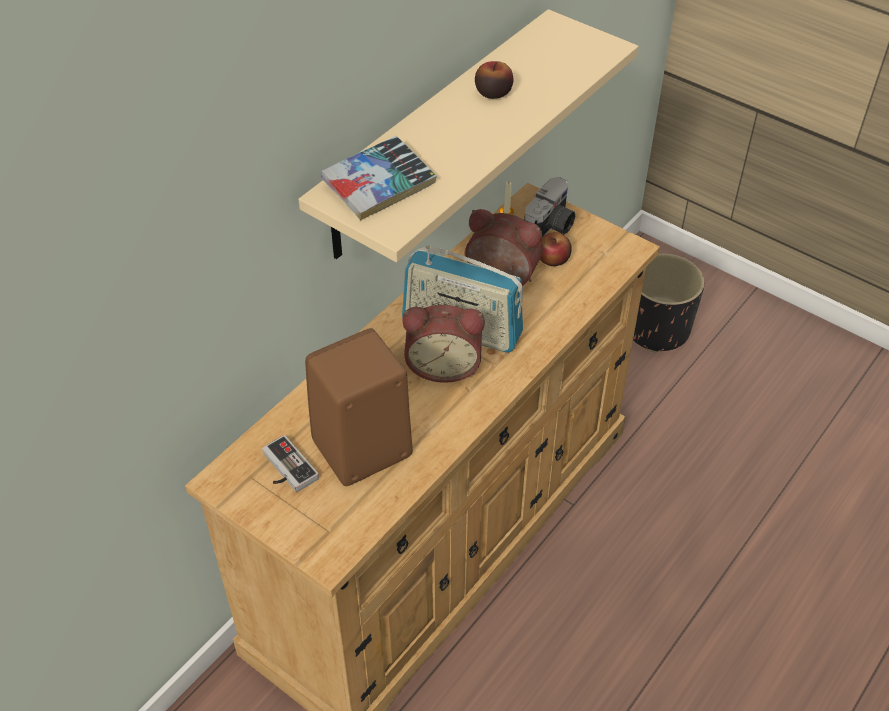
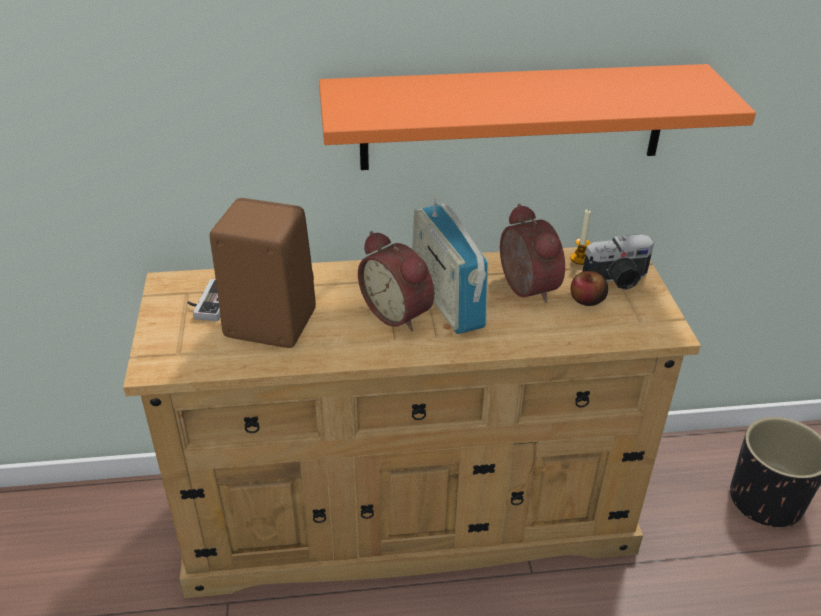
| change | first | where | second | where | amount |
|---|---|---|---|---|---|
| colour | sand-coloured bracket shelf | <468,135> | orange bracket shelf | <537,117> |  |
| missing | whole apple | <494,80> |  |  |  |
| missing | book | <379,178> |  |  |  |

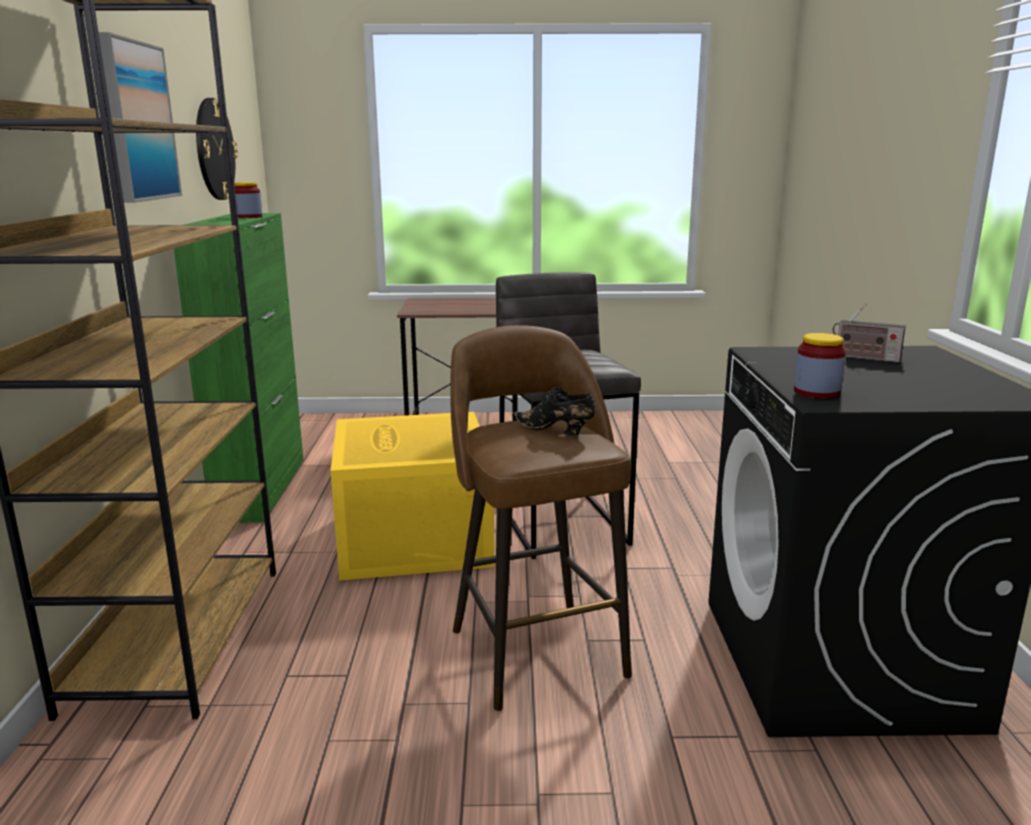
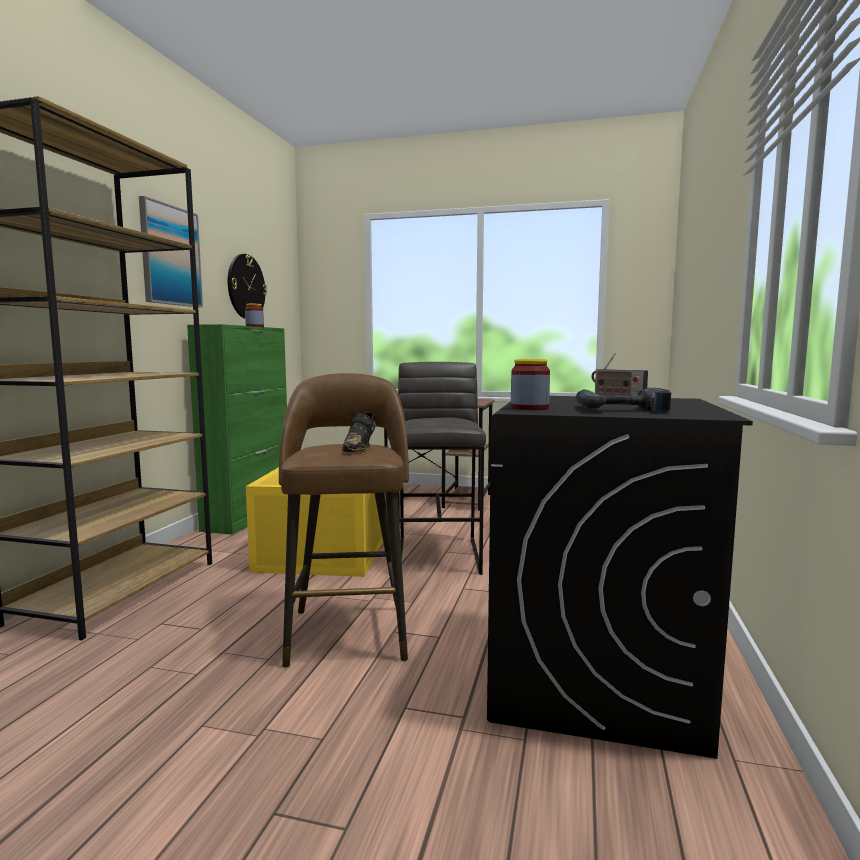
| change | first | where | second | where | amount |
|---|---|---|---|---|---|
| spun | black-coloured item of footwear | <554,411> |  | <359,432> | 120 degrees counterclockwise |
| appeared |  |  | power drill | <623,400> |  |

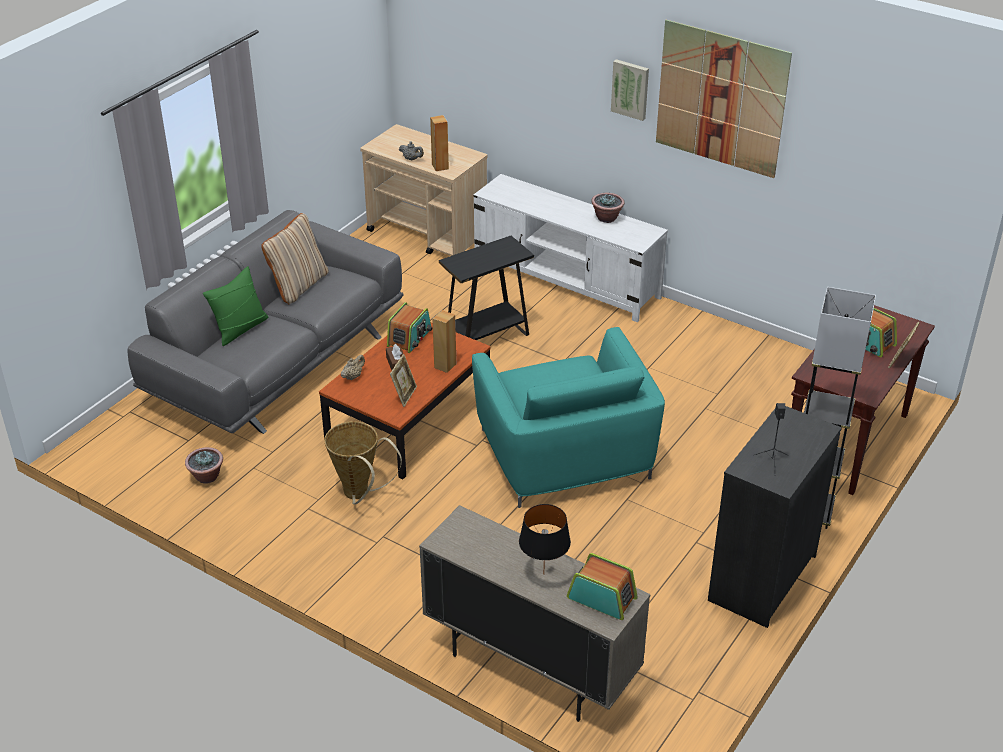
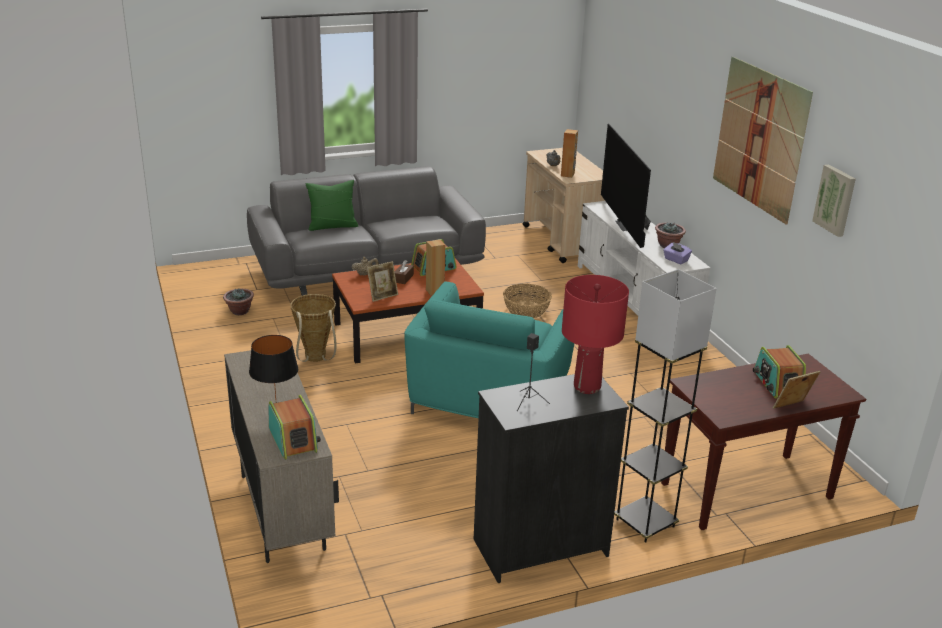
| change | first | where | second | where | amount |
|---|---|---|---|---|---|
| relocated | picture | <630,90> |  | <834,200> |  |
| missing | sand-coloured pillow | <295,258> |  |  |  |
| exchanged | black-coloured accent table | <486,288> | household basket | <527,301> |  |
| appeared |  |  | television | <626,185> |  |
| appeared |  |  | purplish box of tissues | <677,253> |  |
| appeared |  |  | reddish tabletop lamp | <595,334> |  |

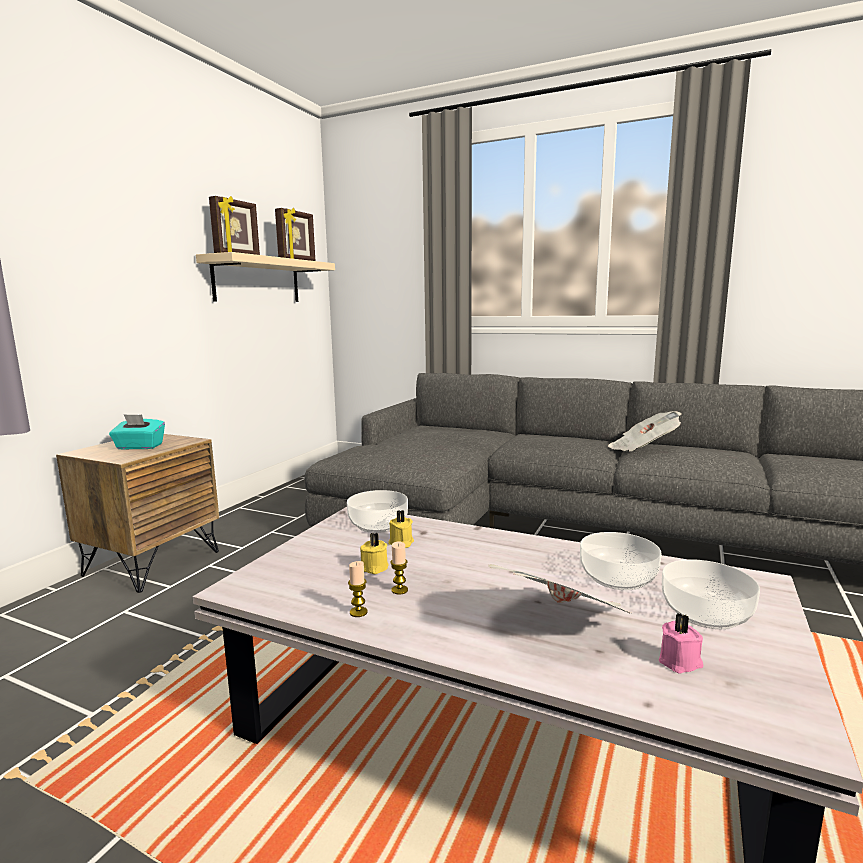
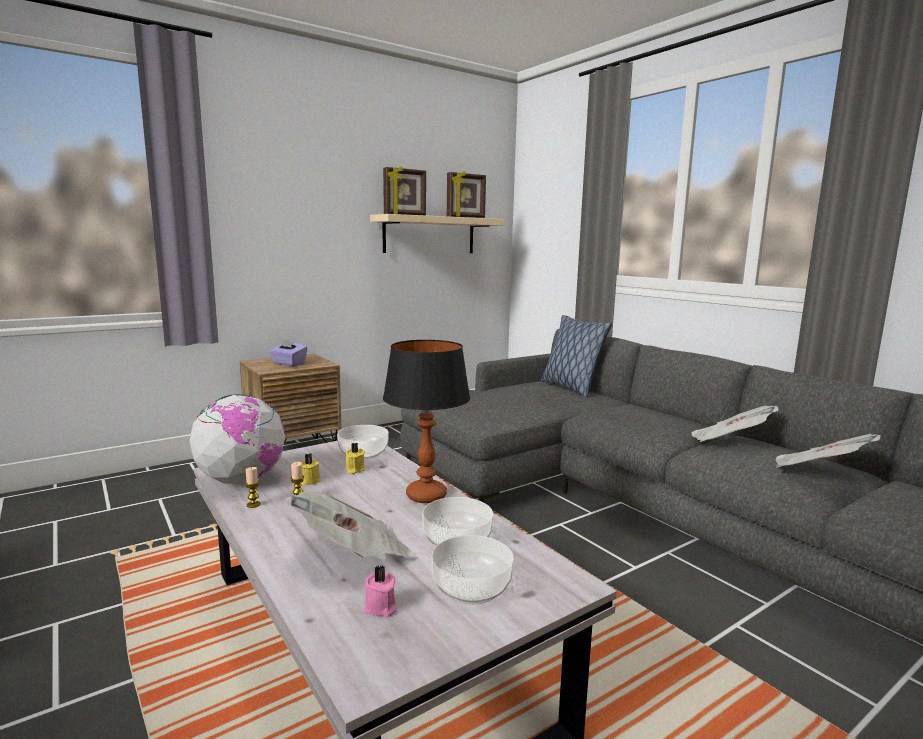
| change | first | where | second | where | amount |
|---|---|---|---|---|---|
| colour | blue-green box of tissues | <137,432> | purplish box of tissues | <288,352> |  |
| appeared |  |  | pillow | <576,356> |  |
| appeared |  |  | tabletop lamp | <426,421> |  |
| appeared |  |  | desk globe | <237,439> |  |
| appeared |  |  | newspaper | <828,450> |  |

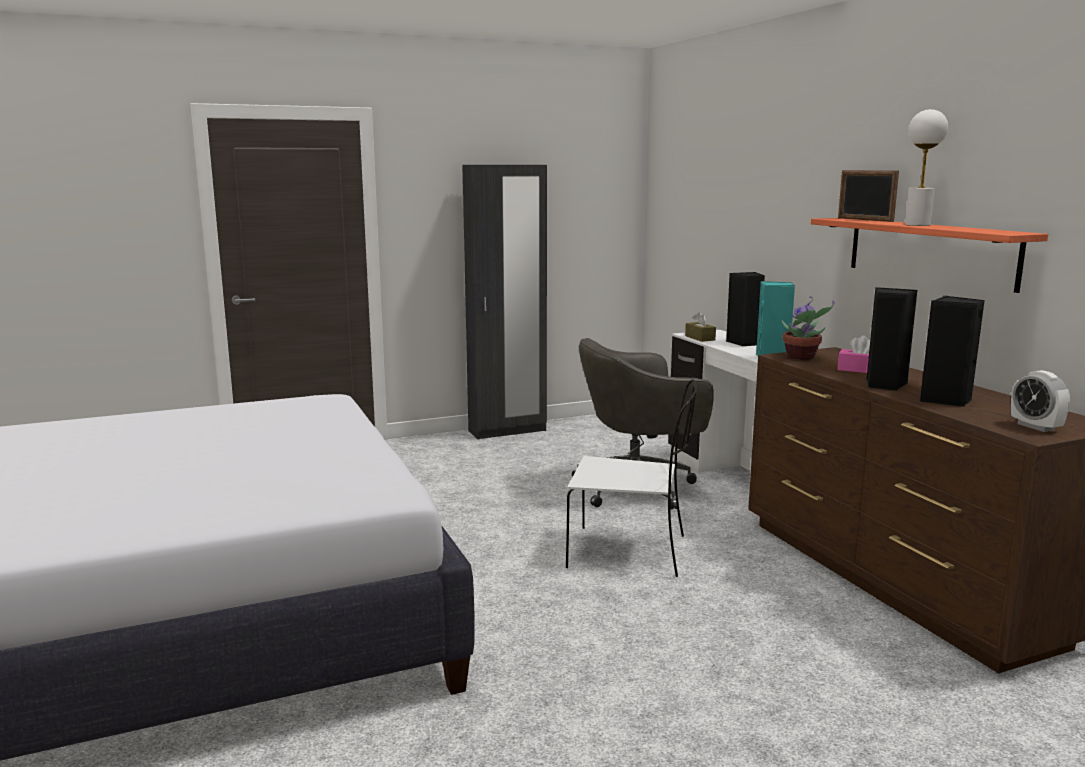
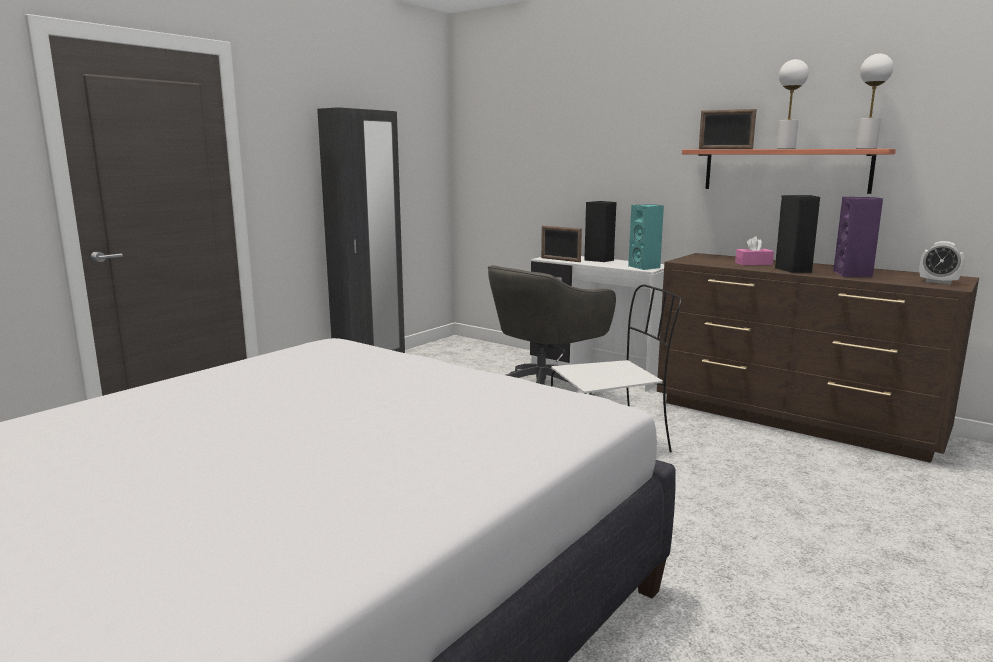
| change | first | where | second | where | amount |
|---|---|---|---|---|---|
| missing | plant in a pot | <808,328> |  |  |  |
| colour | black-coloured audio speaker | <952,351> | purplish audio speaker | <858,237> |  |
| exchanged | brown-coloured box of tissues | <700,327> | picture frame | <561,244> |  |
| appeared |  |  | white-coloured tabletop lamp | <874,101> |  |

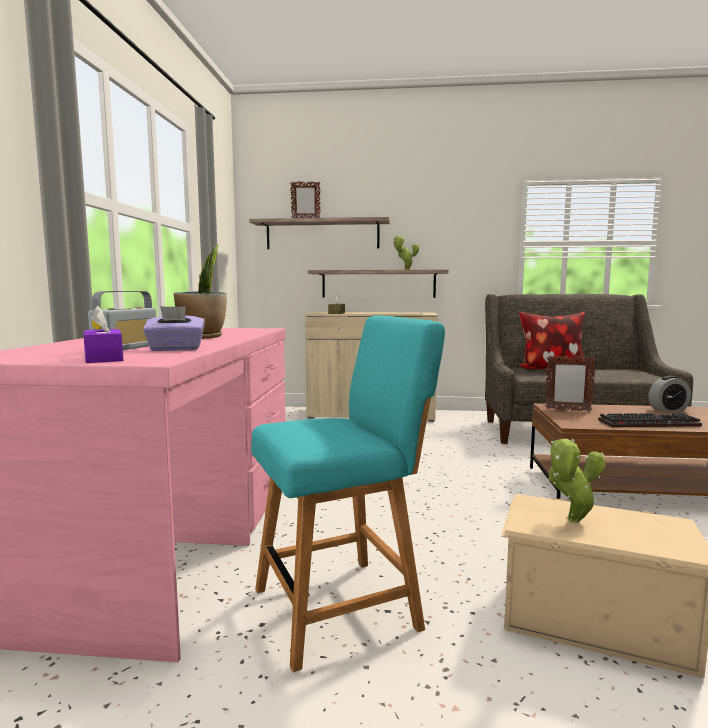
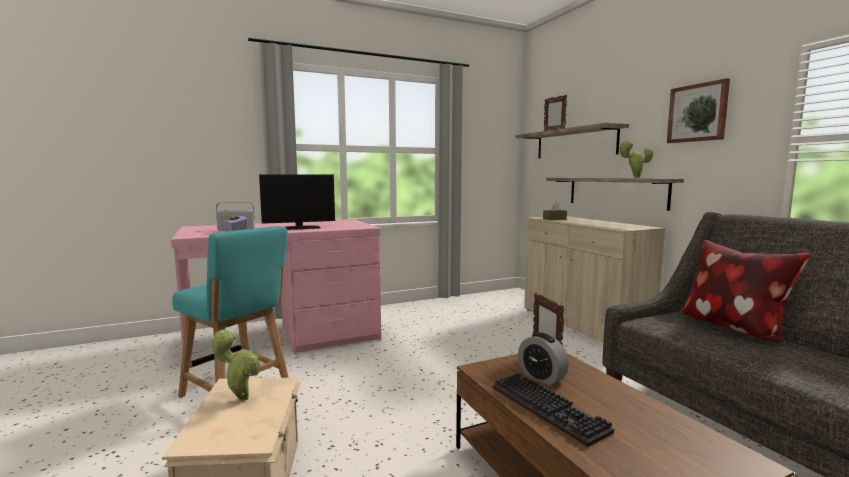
| change | first | where | second | where | amount |
|---|---|---|---|---|---|
| exchanged | plant in a pot | <200,291> | monitor | <297,202> |  |
| missing | purplish box of tissues | <103,334> |  |  |  |
| relocated | table clock | <669,394> |  | <543,359> |  |
| appeared |  |  | picture | <698,110> |  |

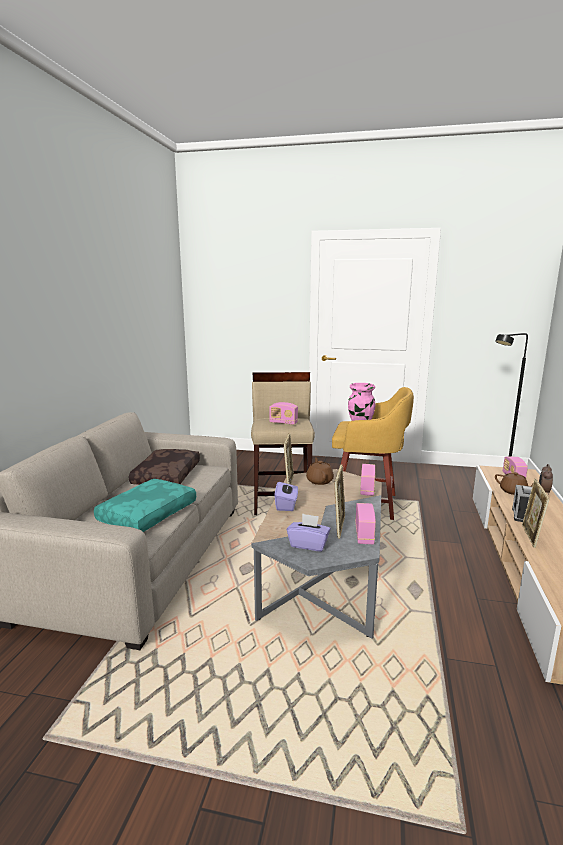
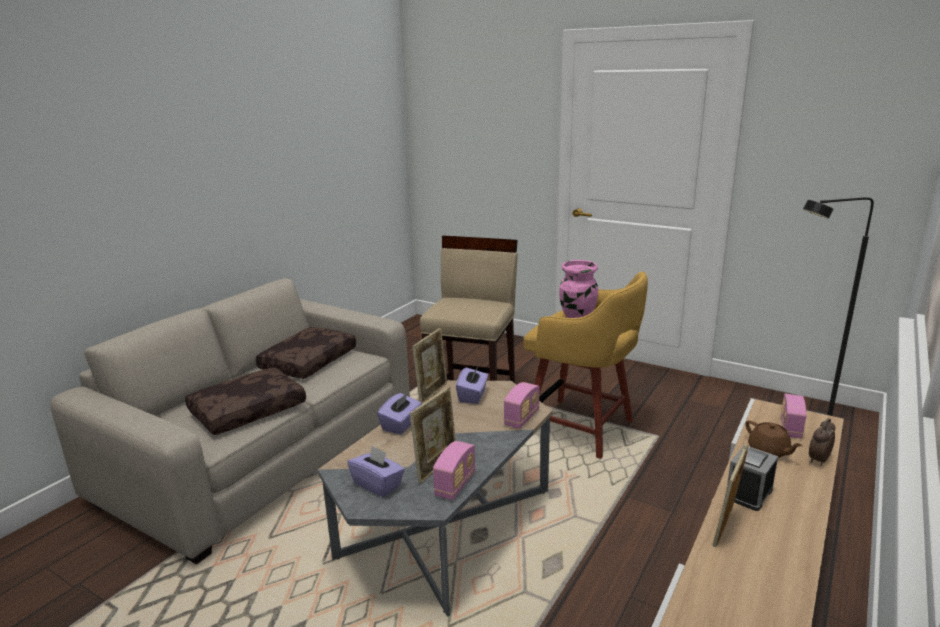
| change | first | where | second | where | amount |
|---|---|---|---|---|---|
| missing | radio set | <283,413> |  |  |  |
| exchanged | brown-coloured pot for tea | <320,471> | purplish box of tissues | <472,384> |  |
| colour | blue-green pillow | <145,505> | brown-coloured pillow | <245,401> |  |

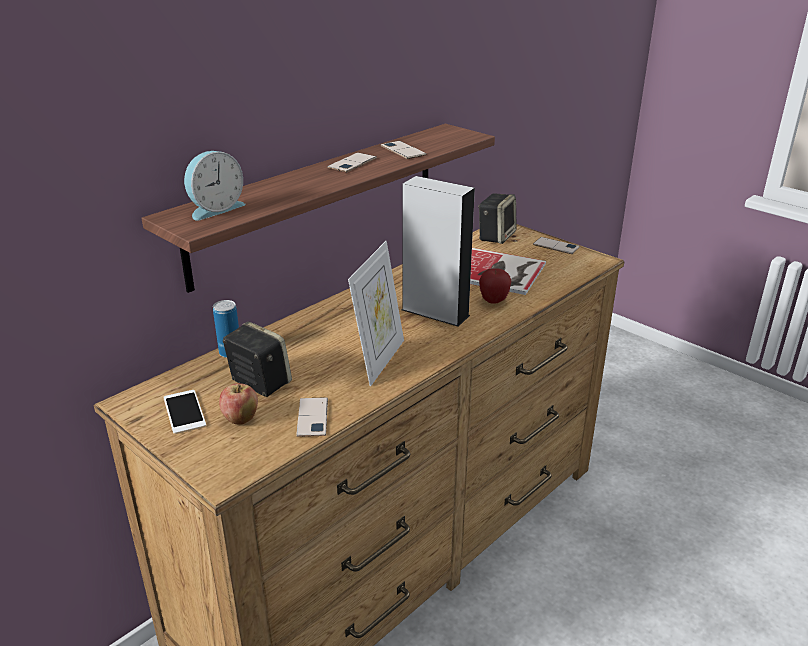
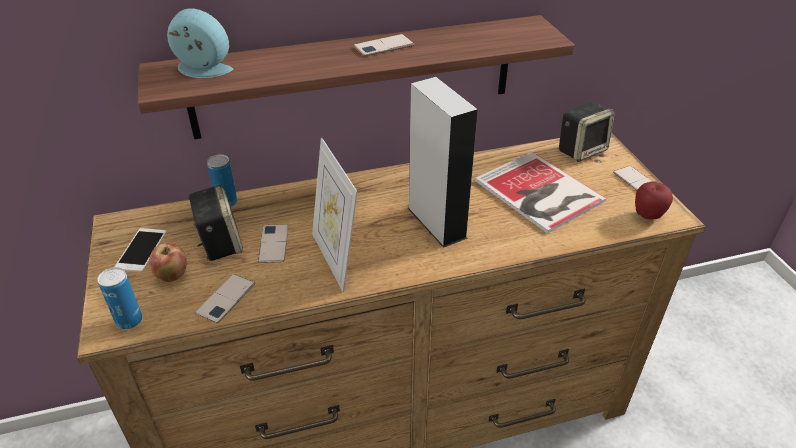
| change | first | where | second | where | amount |
|---|---|---|---|---|---|
| relocated | phone | <403,150> |  | <273,243> |  |
| spun | table clock | <215,185> |  | <200,43> | 150 degrees counterclockwise |
| spun | picture frame | <376,313> |  | <335,215> | 105 degrees clockwise |
| relocated | whole apple | <495,286> |  | <654,200> |  |
| appeared |  |  | metal can | <119,298> |  |

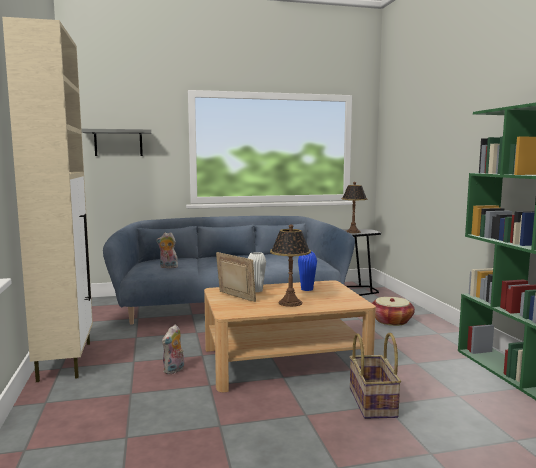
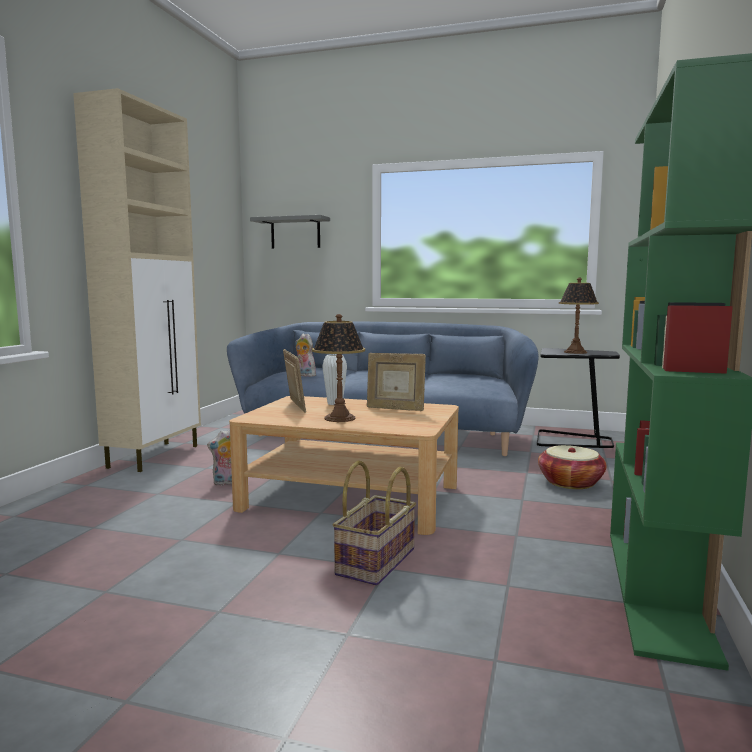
| change | first | where | second | where | amount |
|---|---|---|---|---|---|
| exchanged | blue vase | <307,271> | picture frame | <396,382> |  |

